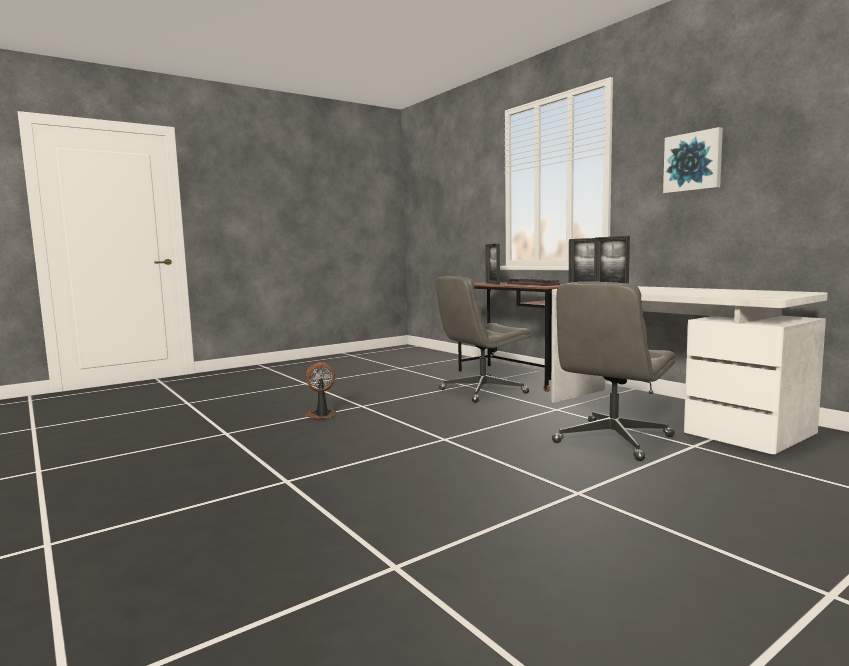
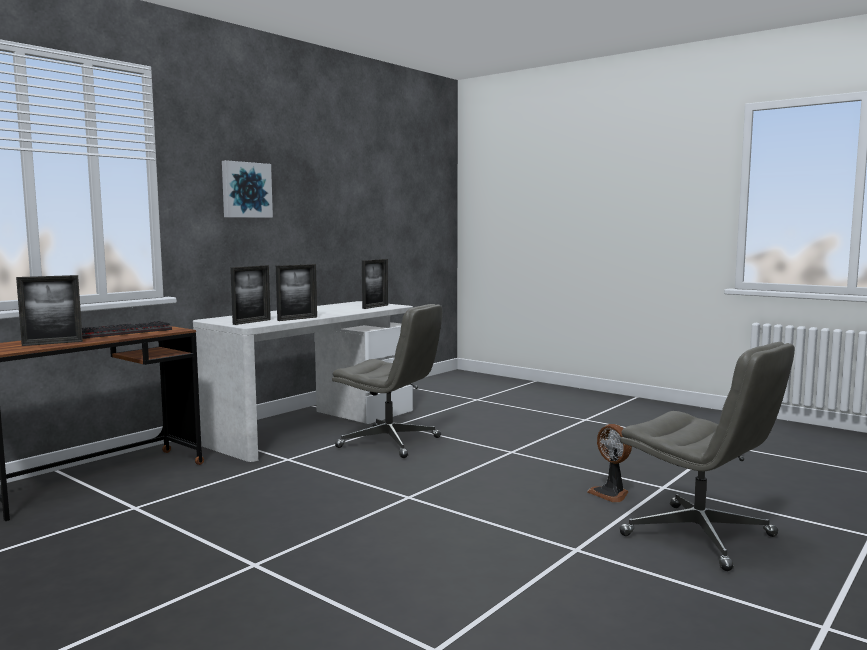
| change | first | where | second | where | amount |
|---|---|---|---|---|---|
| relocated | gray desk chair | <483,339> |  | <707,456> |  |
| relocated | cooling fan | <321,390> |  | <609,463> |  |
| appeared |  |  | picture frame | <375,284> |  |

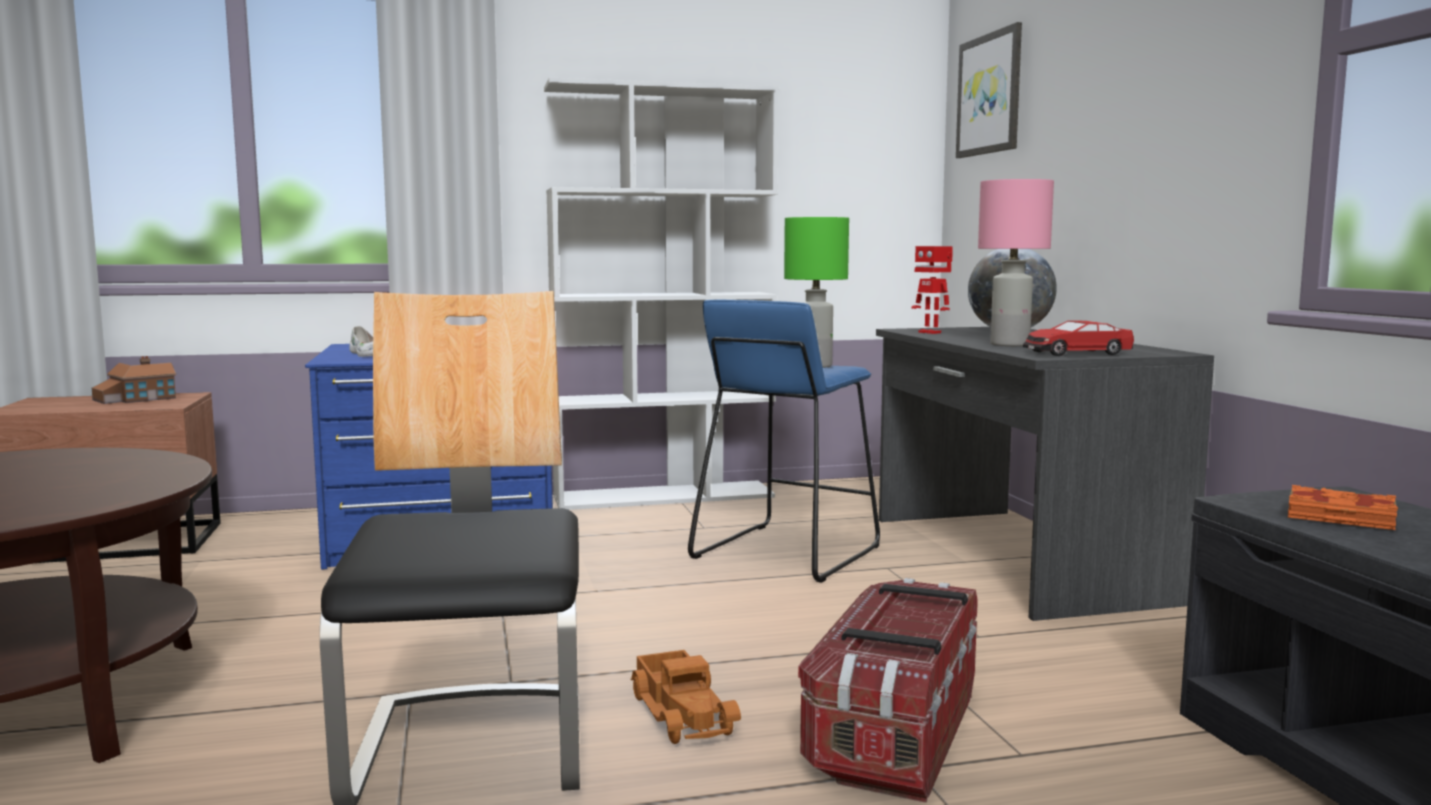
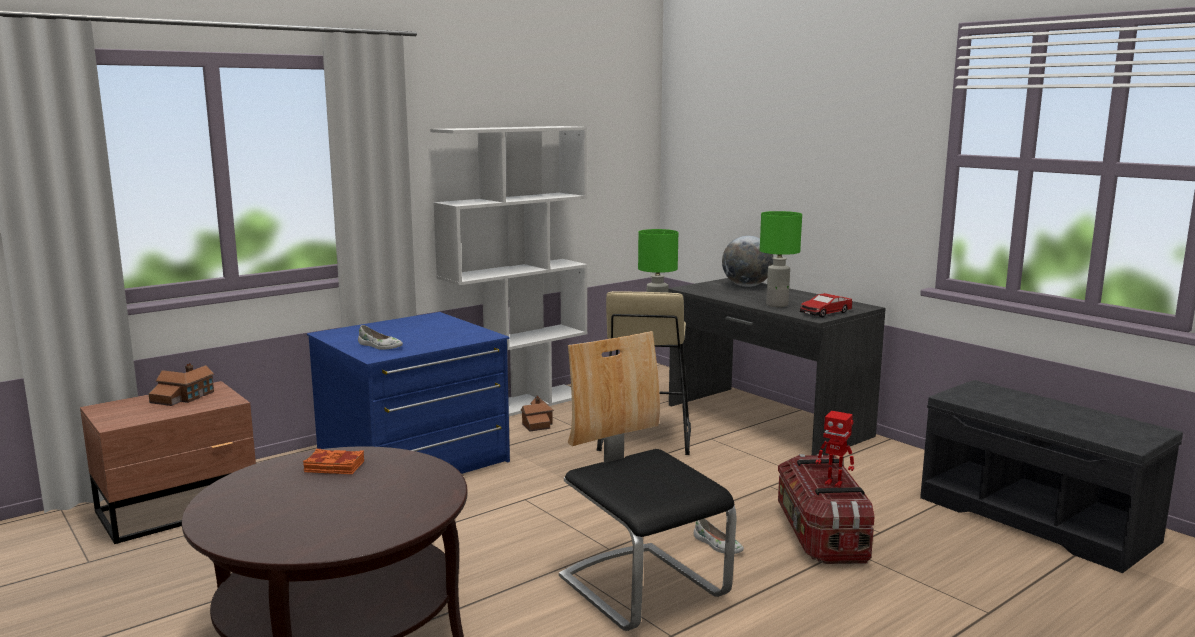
| change | first | where | second | where | amount |
|---|---|---|---|---|---|
| missing | picture | <989,90> |  |  |  |
| colour | pinkish tabletop lamp | <1016,262> | greenish tabletop lamp | <781,259> |  |
| relocated | robot figure | <932,290> |  | <834,449> |  |
| colour | blue stool seat | <784,441> | sand-coloured stool seat | <644,373> |  |
| relocated | orange book | <1343,507> |  | <333,461> |  |
| exchanged | toy lorry | <685,697> | white-coloured item of footwear | <719,536> |  |
| appeared |  |  | toy house | <537,414> |  |

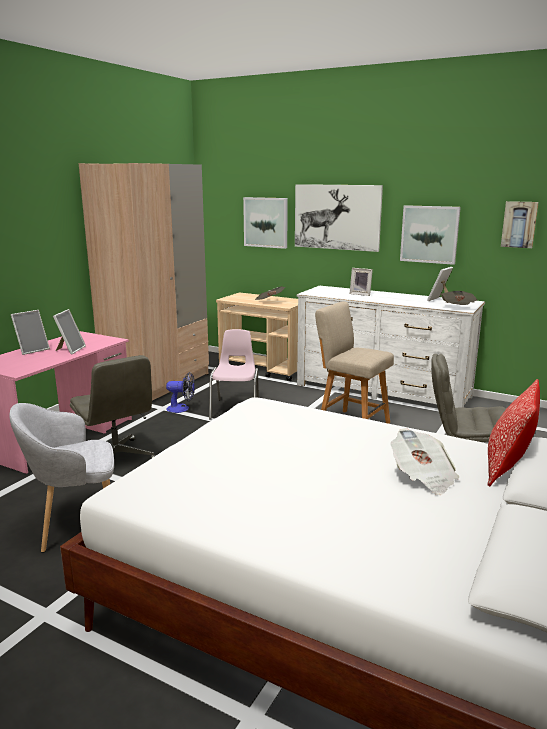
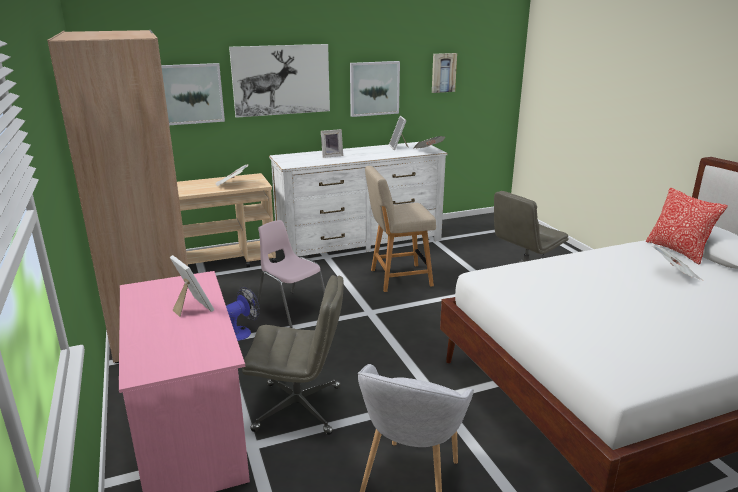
| change | first | where | second | where | amount |
|---|---|---|---|---|---|
| missing | picture frame | <30,332> |  |  |  |

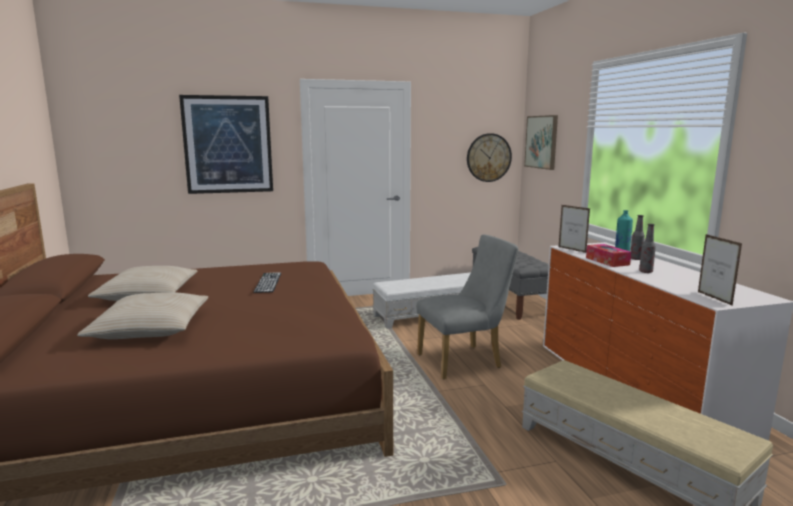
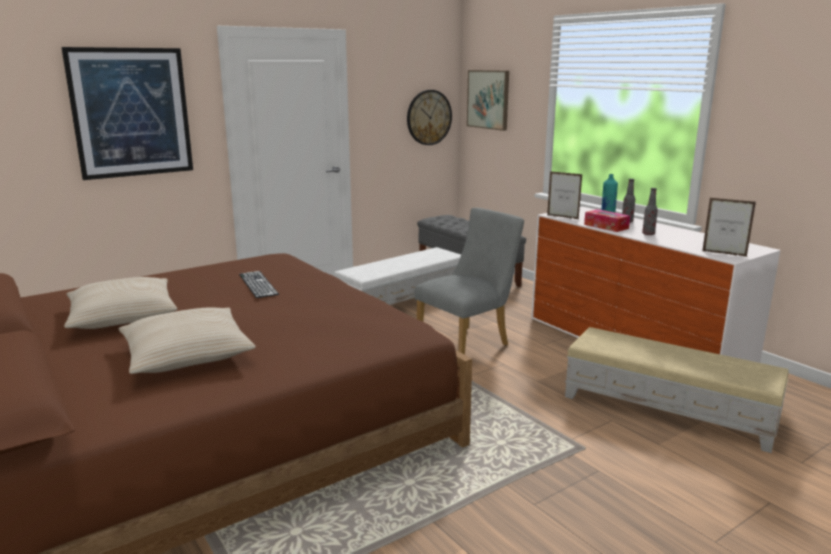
| change | first | where | second | where | amount |
|---|---|---|---|---|---|
| spun | picture frame | <720,270> |  | <729,227> | 150 degrees clockwise |

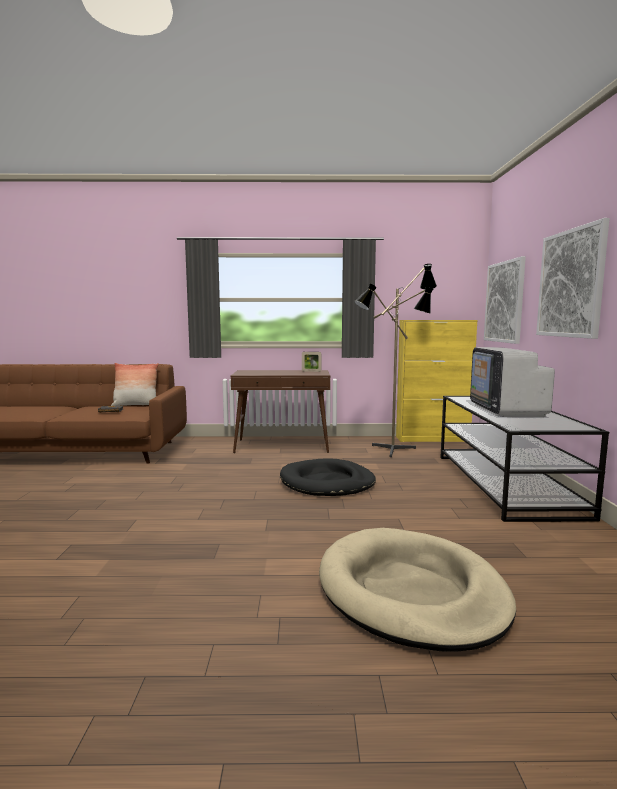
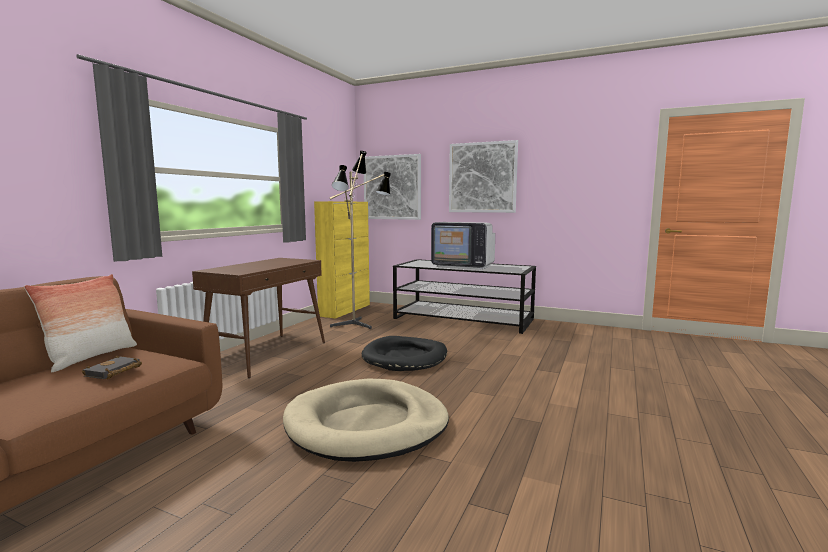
| change | first | where | second | where | amount |
|---|---|---|---|---|---|
| missing | picture frame | <311,362> |  |  |  |
| relocated | sand-coloured pet bed | <417,590> |  | <366,420> |  |

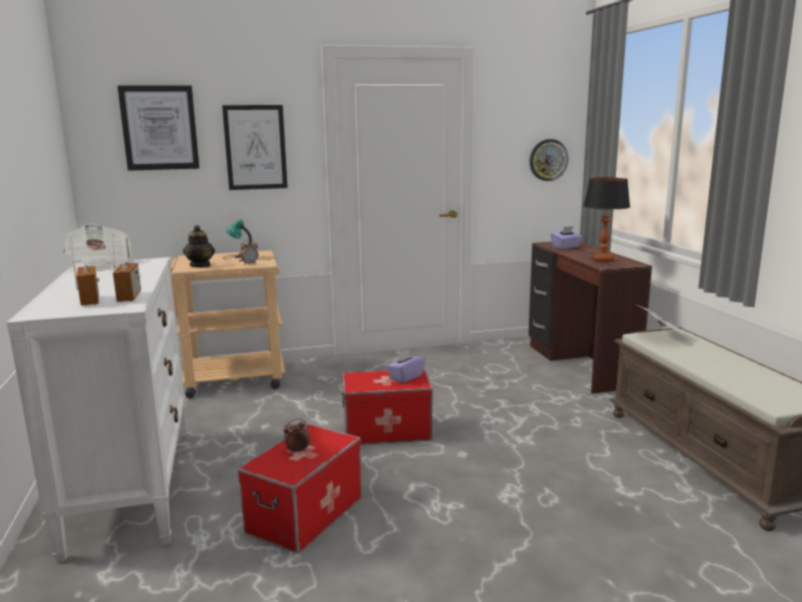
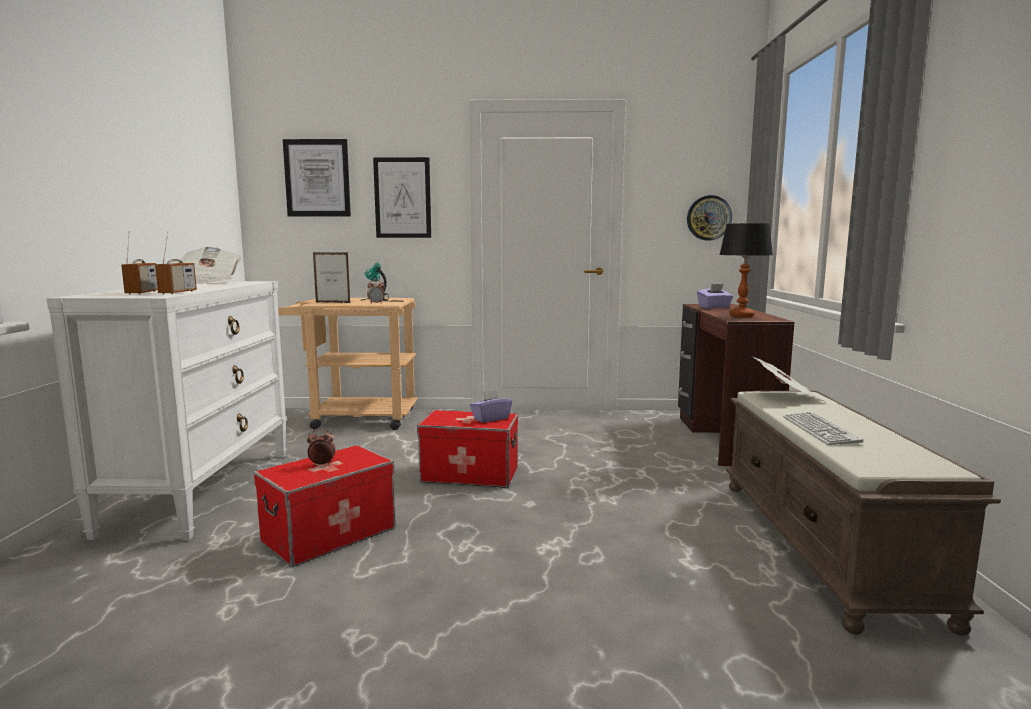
| change | first | where | second | where | amount |
|---|---|---|---|---|---|
| exchanged | pot for tea | <199,246> | picture frame | <331,277> |  |
| appeared |  |  | PC keyboard | <823,428> |  |

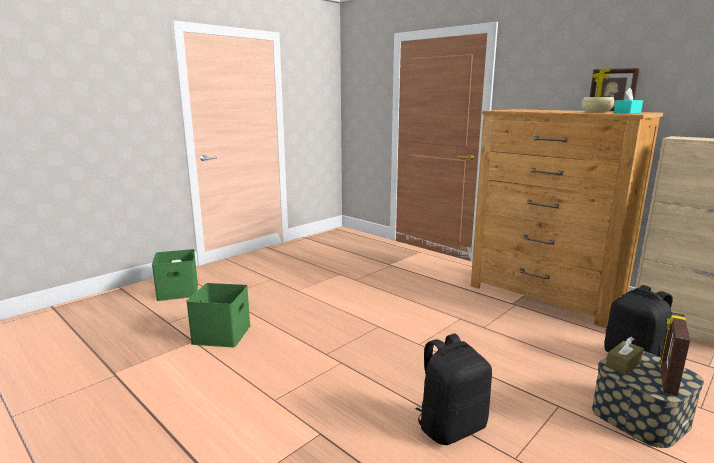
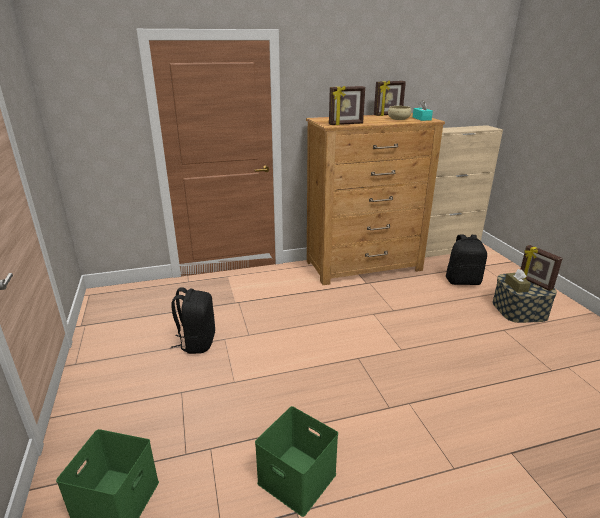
| change | first | where | second | where | amount |
|---|---|---|---|---|---|
| relocated | black-coloured backpack | <454,389> |  | <193,320> |  |
| appeared |  |  | picture frame | <347,105> |  |

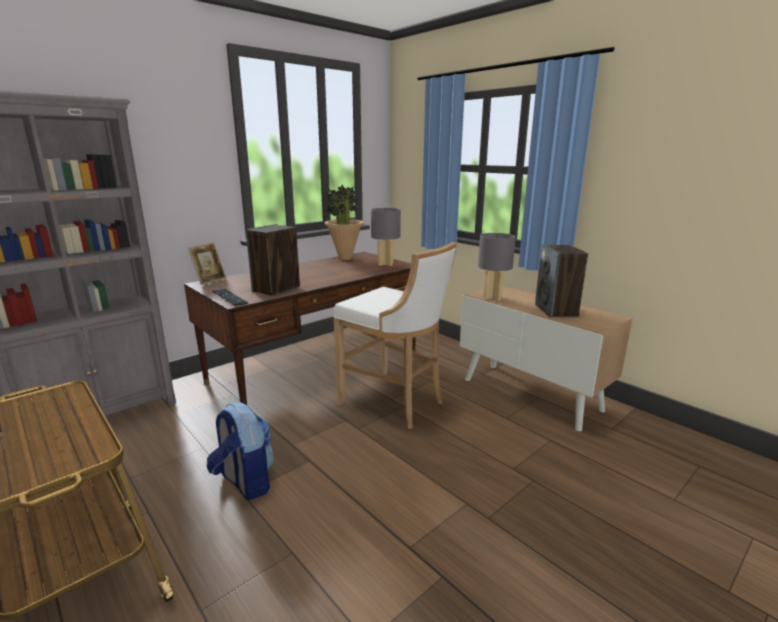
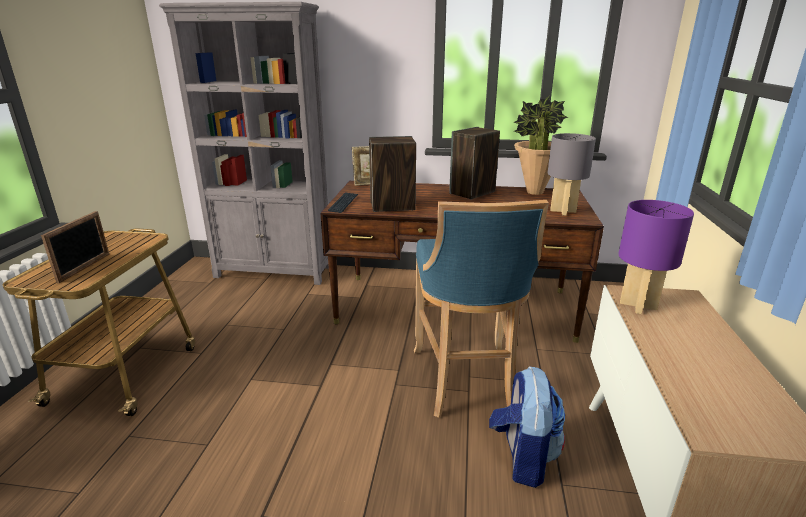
| change | first | where | second | where | amount |
|---|---|---|---|---|---|
| colour | gray tabletop lamp | <497,267> | purplish tabletop lamp | <656,257> |  |
| colour | white-coloured stool seat | <395,335> | blue stool seat | <481,309> |  |
| relocated | audio speaker | <561,281> |  | <474,163> |  |
| relocated | backpack | <240,451> |  | <527,427> |  |
| appeared |  |  | picture frame | <75,247> |  |

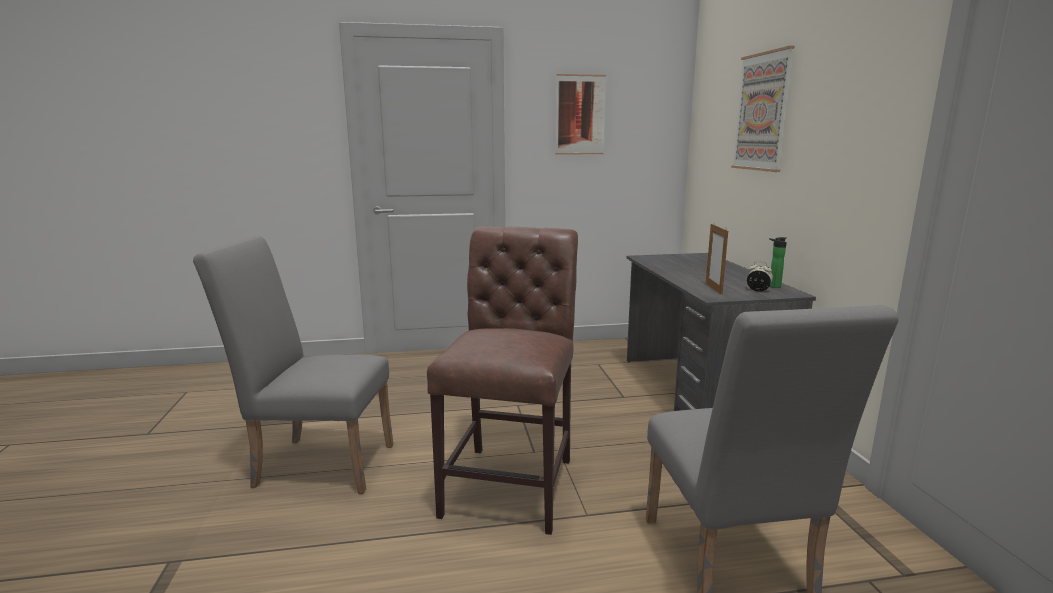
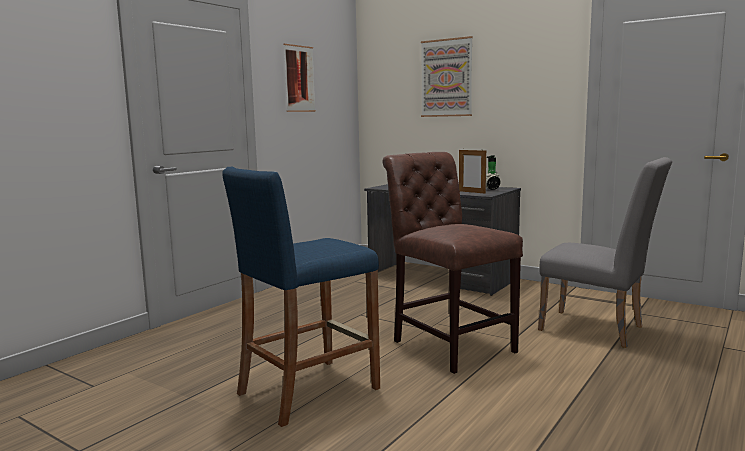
| change | first | where | second | where | amount |
|---|---|---|---|---|---|
| exchanged | gray plain chair | <293,365> | blue stool seat | <301,297> |  |

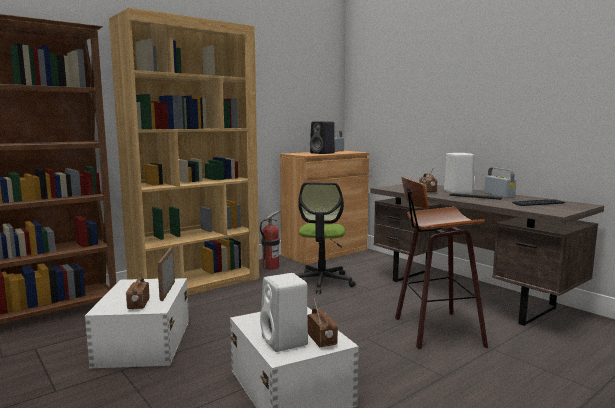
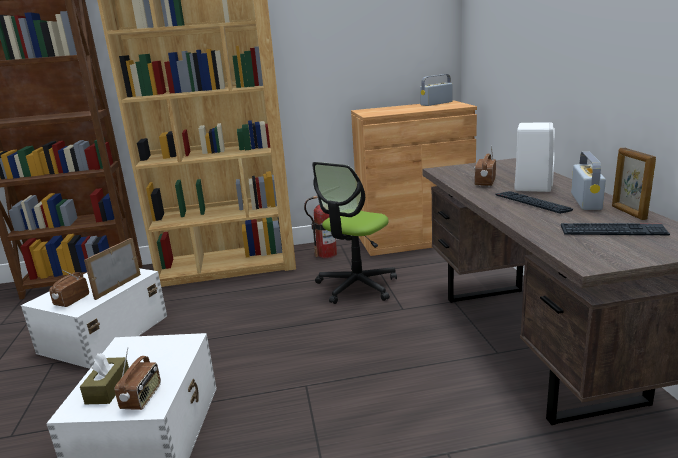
| change | first | where | second | where | amount |
|---|---|---|---|---|---|
| missing | black-coloured audio speaker | <322,137> |  |  |  |
| missing | stool seat | <441,262> |  |  |  |
| exchanged | white-coloured audio speaker | <284,312> | brown-coloured box of tissues | <104,378> |  |
| appeared |  |  | picture frame | <634,184> |  |

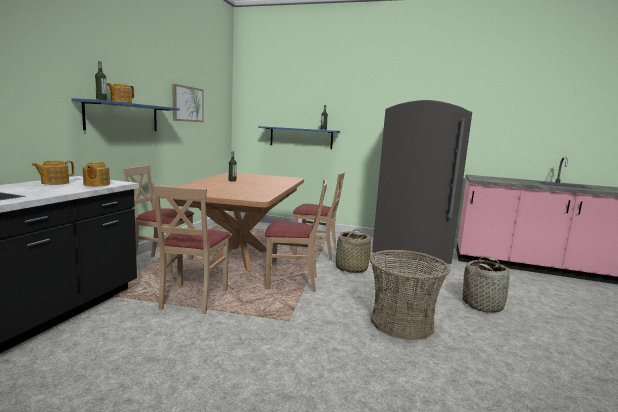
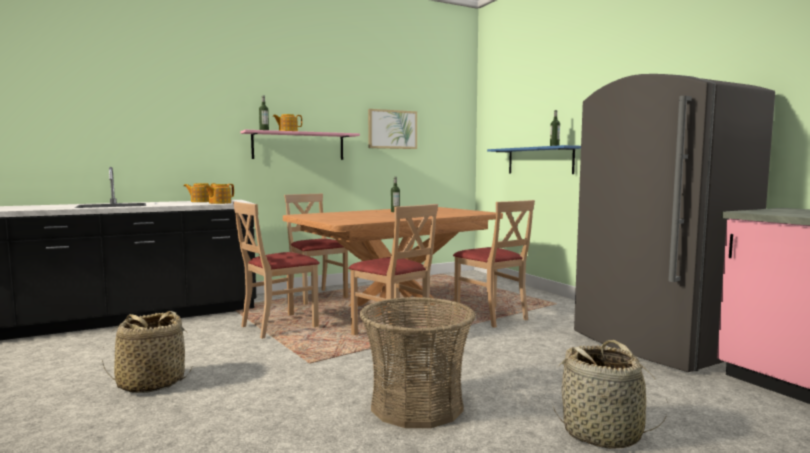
| change | first | where | second | where | amount |
|---|---|---|---|---|---|
| colour | blue bracket shelf | <125,114> | pinkish bracket shelf | <300,145> |  |
| relocated | household basket | <353,251> |  | <147,352> |  |

